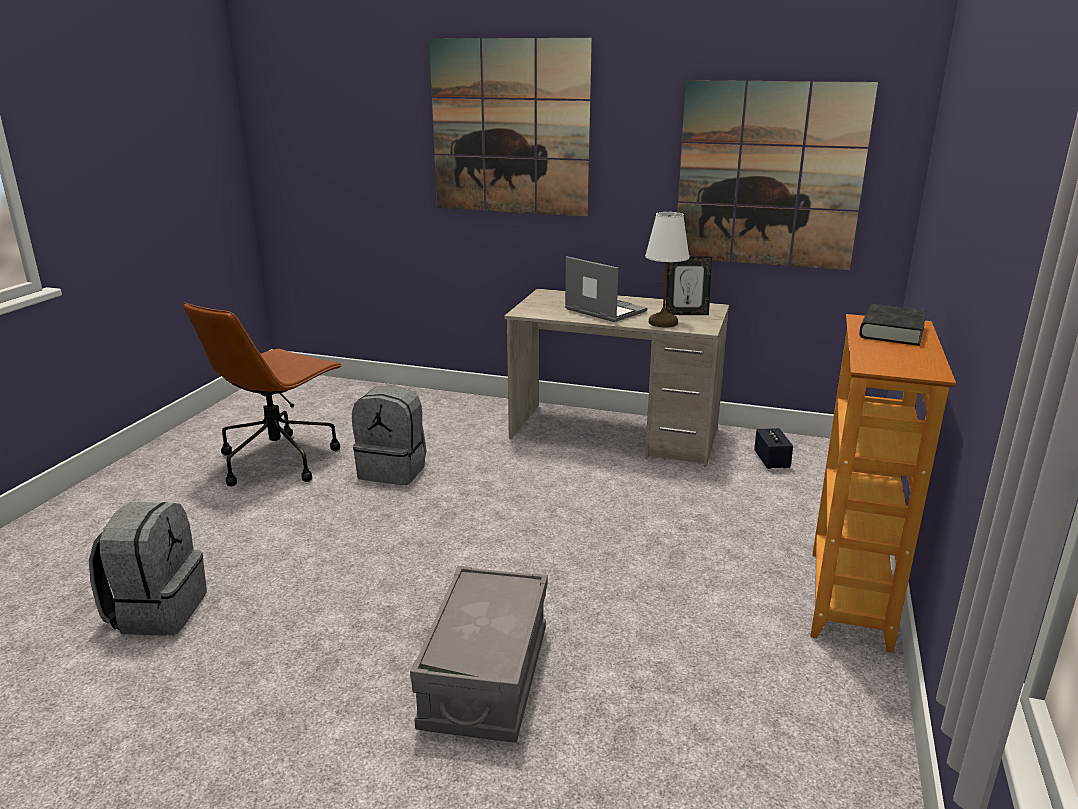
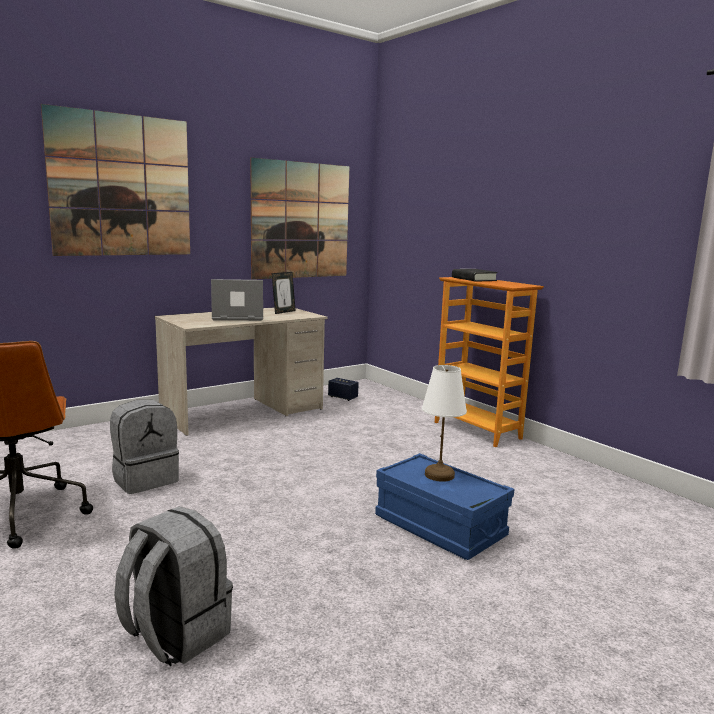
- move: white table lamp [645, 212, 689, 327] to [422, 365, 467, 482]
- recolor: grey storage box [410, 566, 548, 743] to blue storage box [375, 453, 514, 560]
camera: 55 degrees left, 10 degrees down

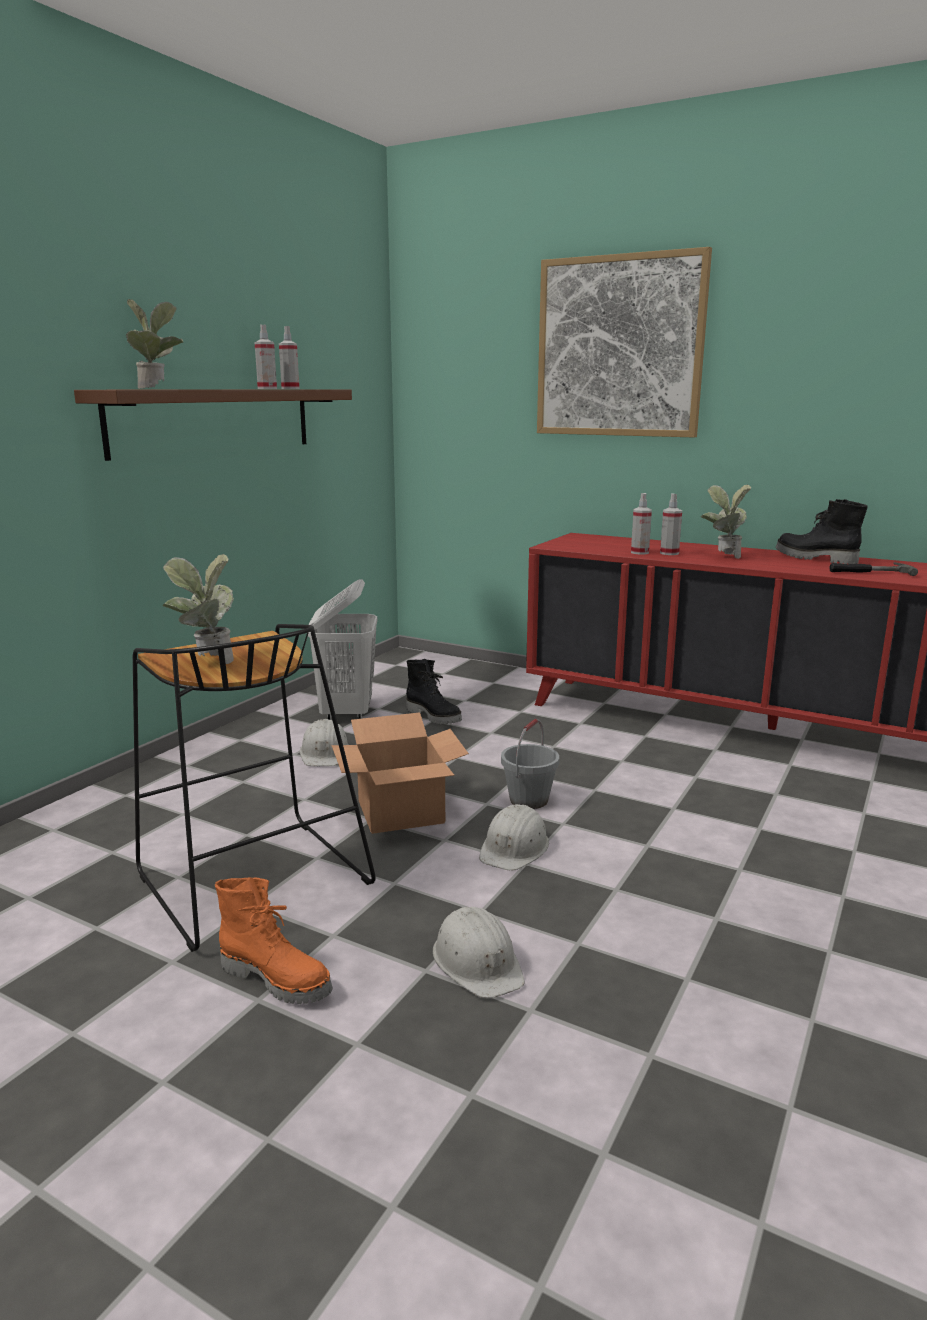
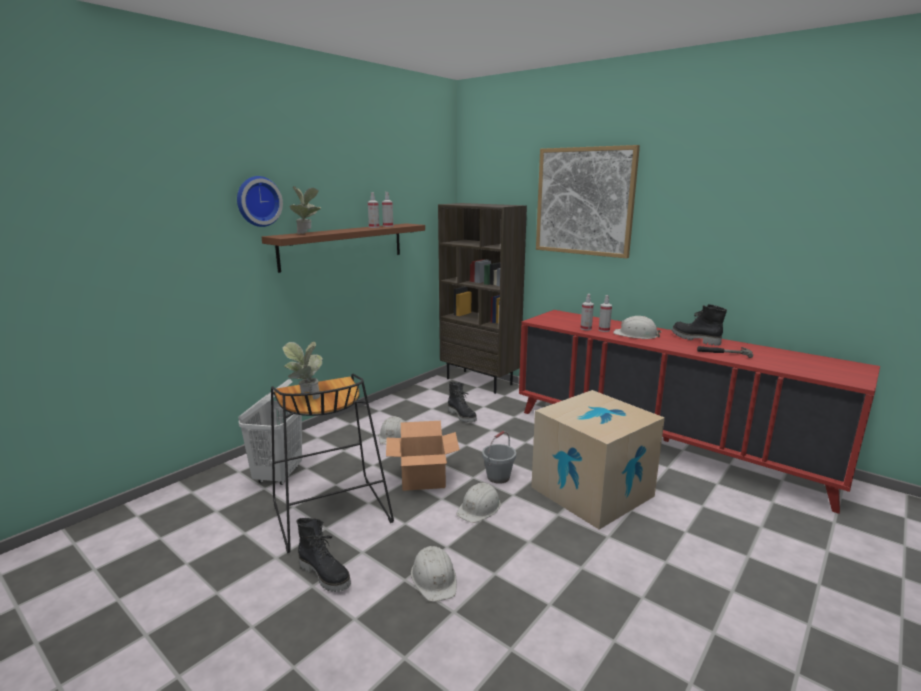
- replace: potted plant [701, 485, 751, 559] to white hard hat [613, 316, 661, 339]
- move: white laundry basket [308, 579, 377, 720] to [238, 379, 302, 485]
- recolor: orange boot [215, 878, 332, 1004] to black boot [296, 518, 351, 592]
- insert: wall clock [237, 176, 283, 227]
- insert: brown bookcase [438, 203, 527, 394]
- insert: cardboard box [531, 390, 665, 530]
camera: 10 degrees right, 0 degrees up

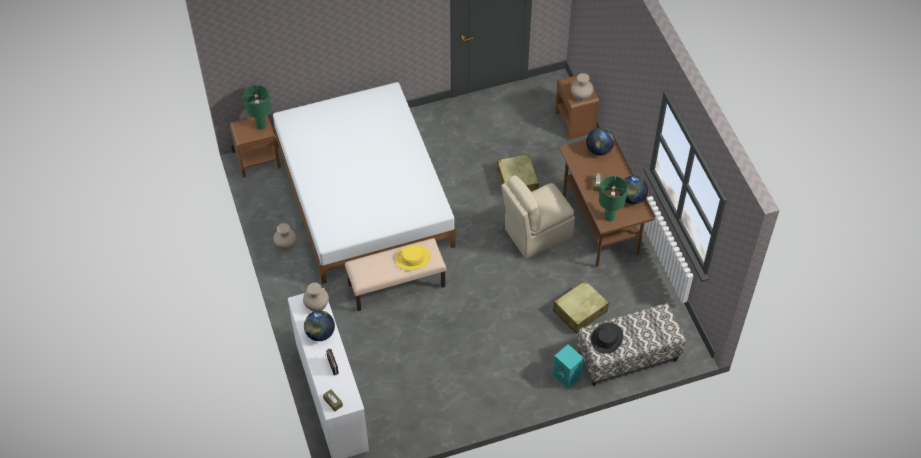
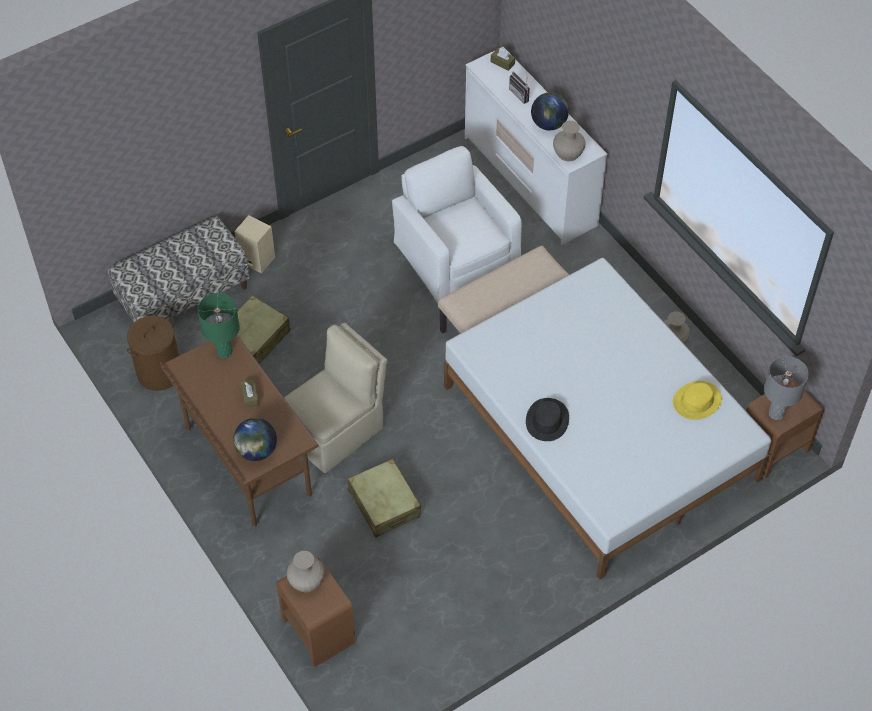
- recolor: green table lamp [243, 85, 271, 130] to grey table lamp [764, 356, 809, 420]
- delete: globe [620, 176, 648, 204]
- move: yellow hat [395, 245, 431, 270] to [673, 381, 722, 420]
- move: black hat [591, 322, 623, 354] to [526, 398, 569, 441]
- recolor: turquoise speaker [552, 344, 584, 389] to beige speaker [234, 215, 275, 273]
- insert: white armchair [392, 146, 522, 303]
- insert: brown laundry basket [127, 316, 179, 391]
camera: 165 degrees right, 0 degrees up

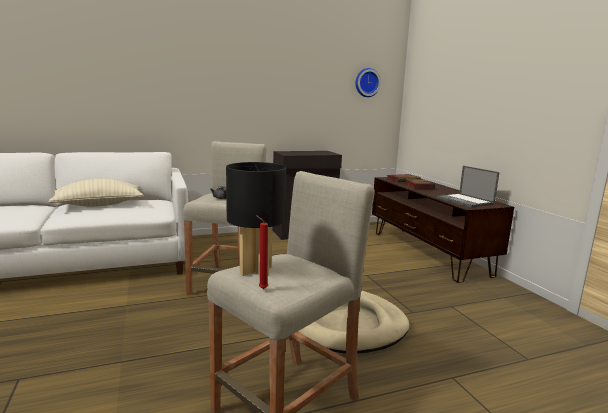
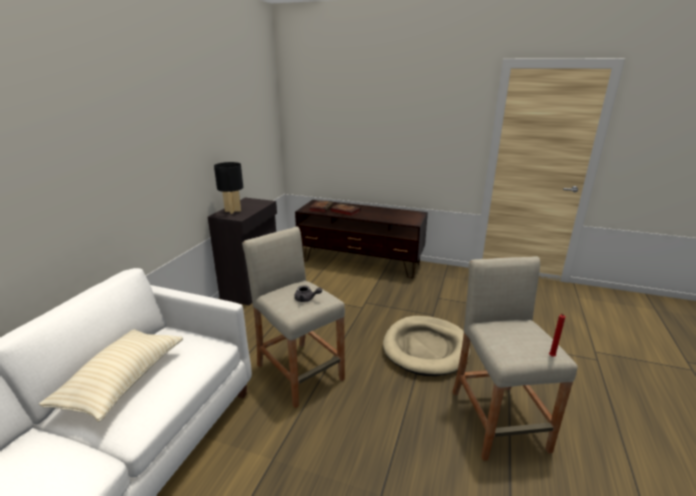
- delete: wall clock [356, 68, 381, 97]
- move: black table lamp [226, 162, 286, 276] to [214, 162, 243, 214]
- delete: laptop [437, 166, 499, 208]
camera: 50 degrees left, 10 degrees up

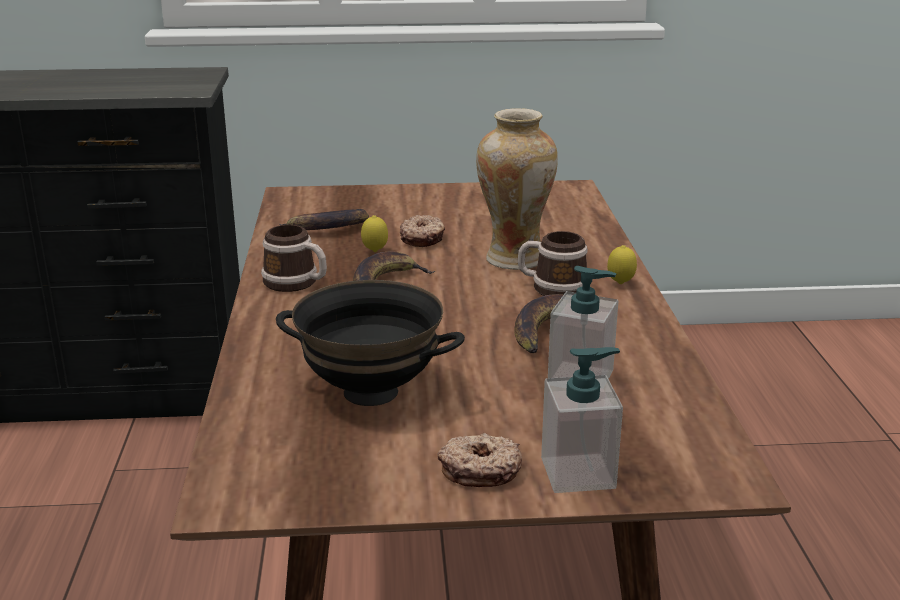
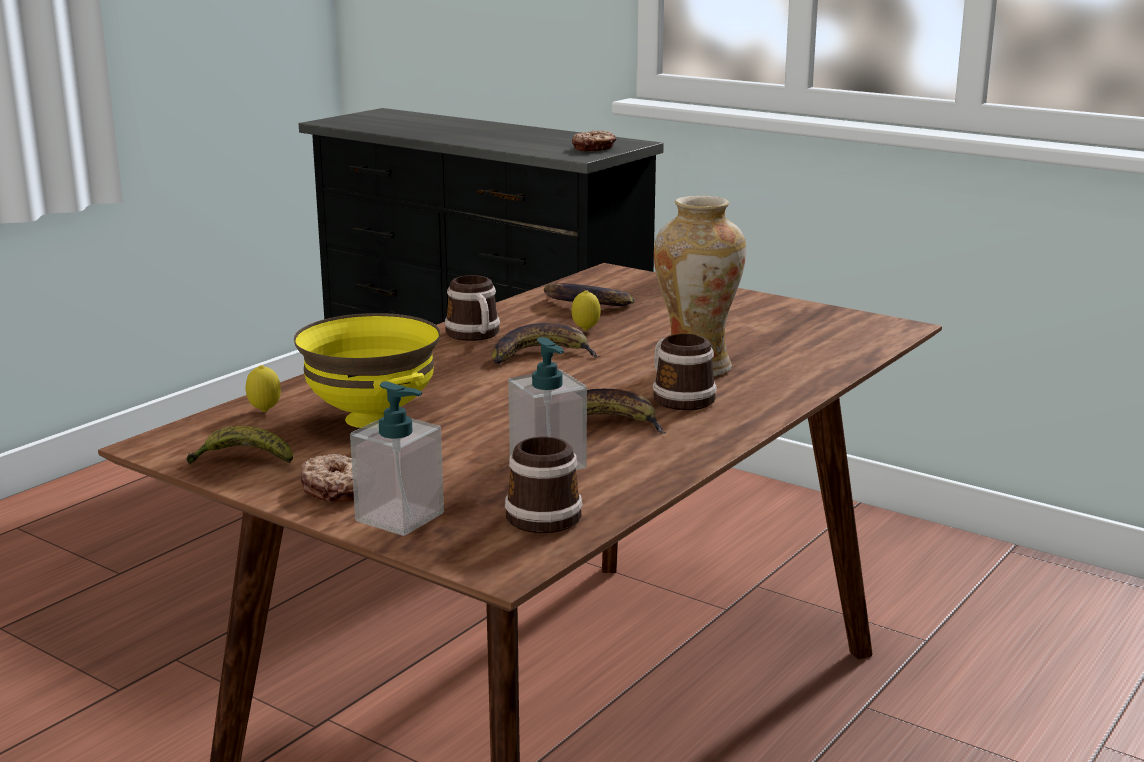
- move: donut [400, 215, 445, 247] to [572, 130, 617, 152]
- move: lemon [607, 245, 637, 284] to [246, 365, 281, 412]
- recolor: black bowl [276, 280, 465, 406] to yellow bowl [294, 313, 440, 428]
- insert: banana [186, 426, 293, 464]
- insert: mug [505, 437, 583, 533]
camera: 40 degrees right, 5 degrees down

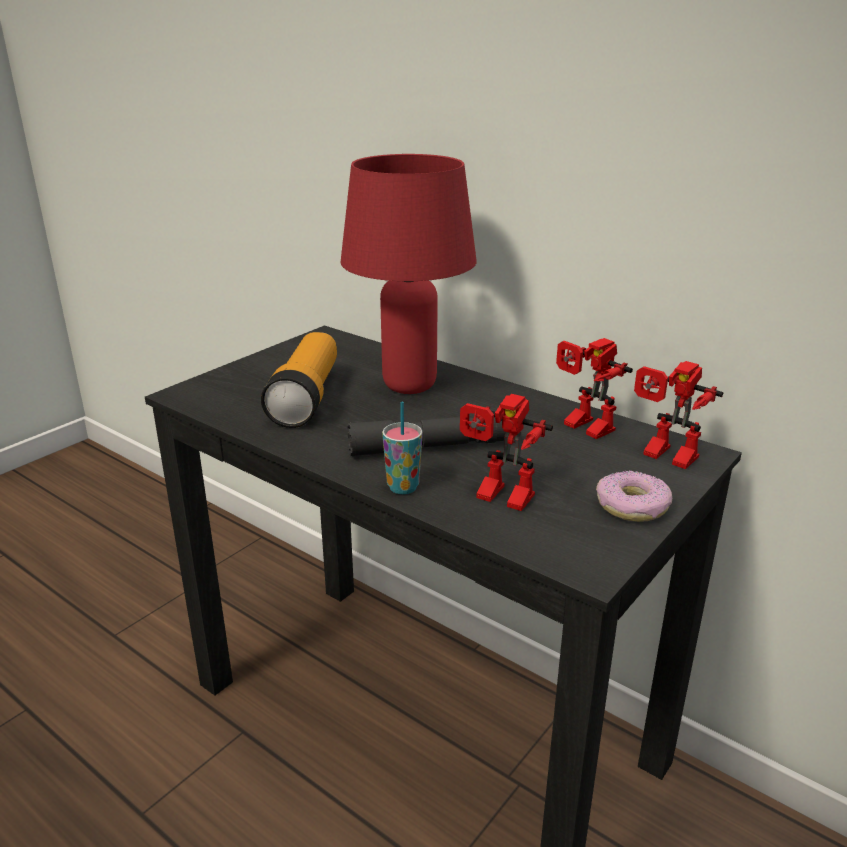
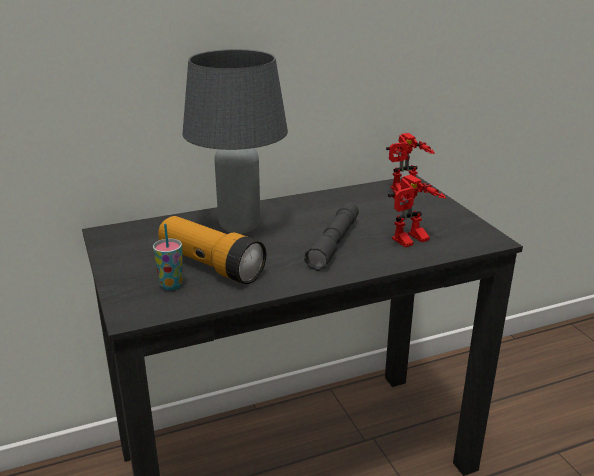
- recolor: red table lamp [340, 154, 477, 394] to grey table lamp [182, 49, 288, 234]
- delete: toy robot [556, 338, 633, 439]
- move: cup [382, 402, 423, 494] to [153, 224, 183, 290]
- delete: donut [596, 470, 672, 522]
camera: 60 degrees left, 0 degrees up

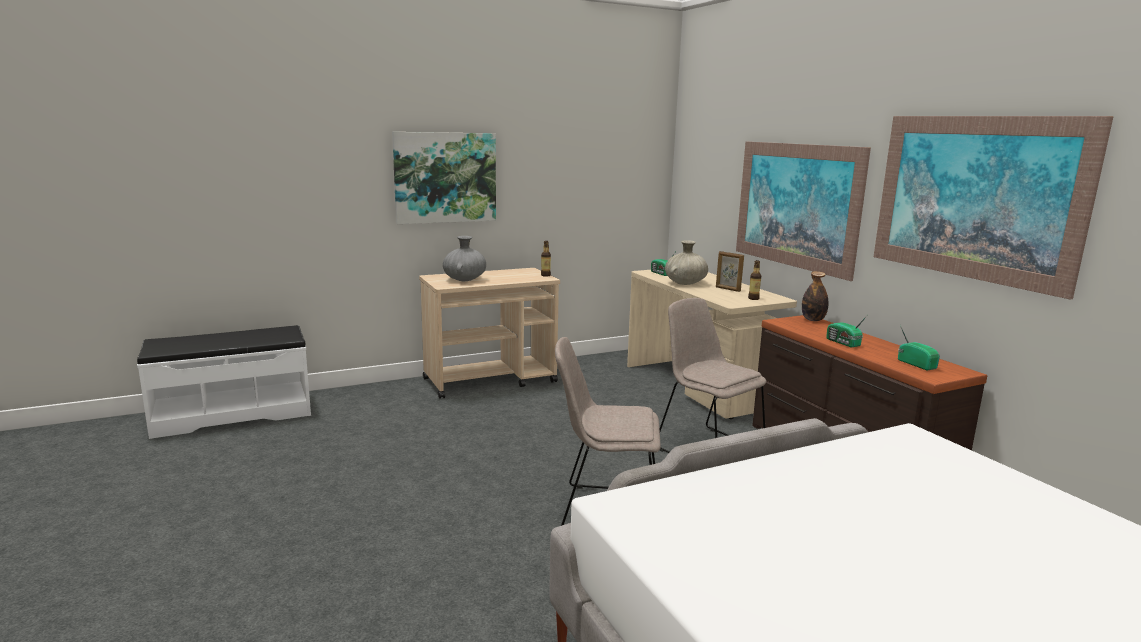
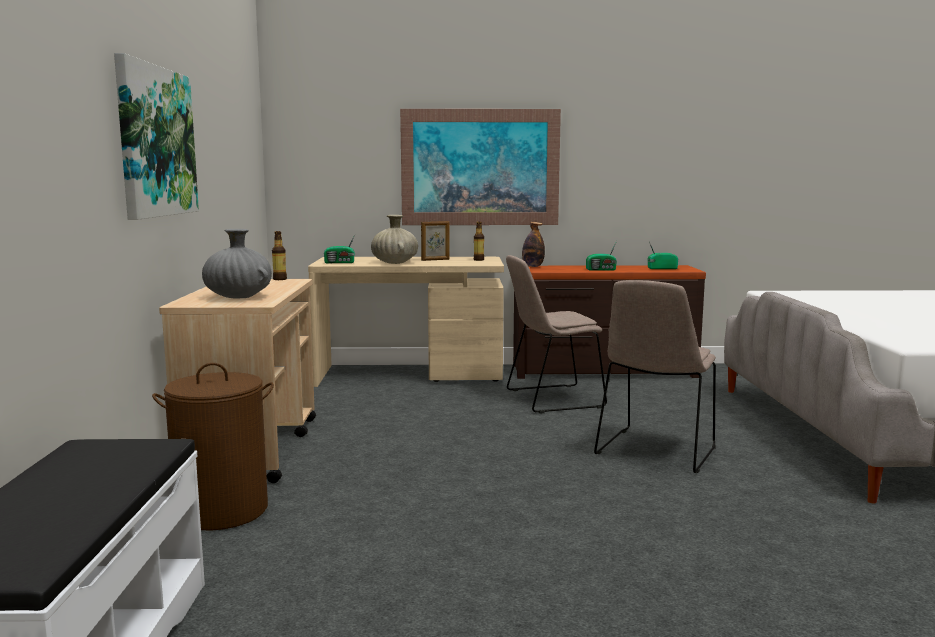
- delete: picture [874, 116, 1113, 299]
- insert: brown laundry basket [152, 363, 274, 530]
camera: 65 degrees left, 5 degrees down

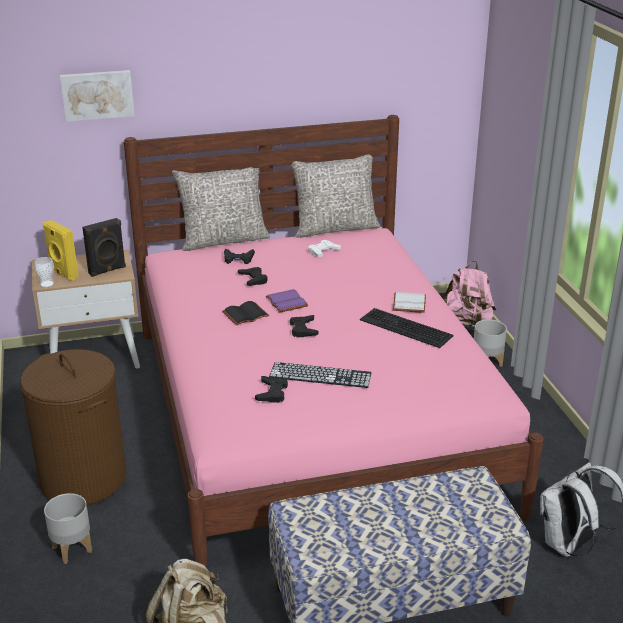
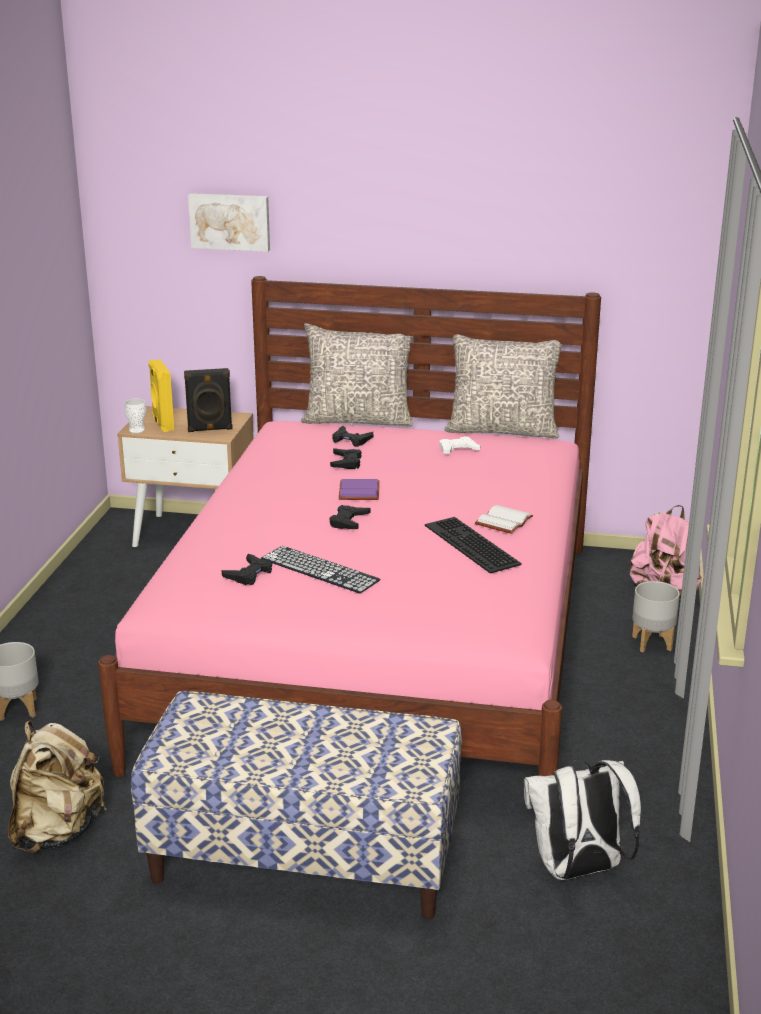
- delete: black book [222, 301, 269, 326]
- delete: brown laundry basket [20, 349, 127, 505]
camera: 25 degrees right, 5 degrees down

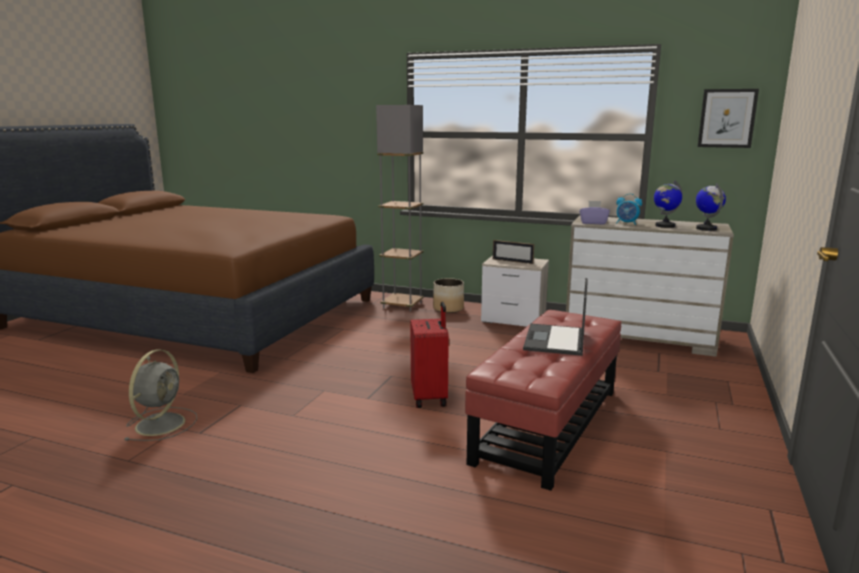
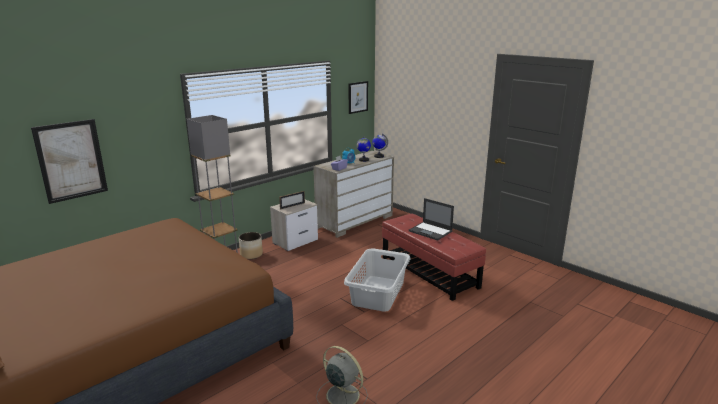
- replace: red suitcase [410, 302, 449, 408] to grey laundry basket [344, 248, 410, 312]
- insert: picture [31, 119, 108, 204]
camera: 65 degrees left, 5 degrees up

